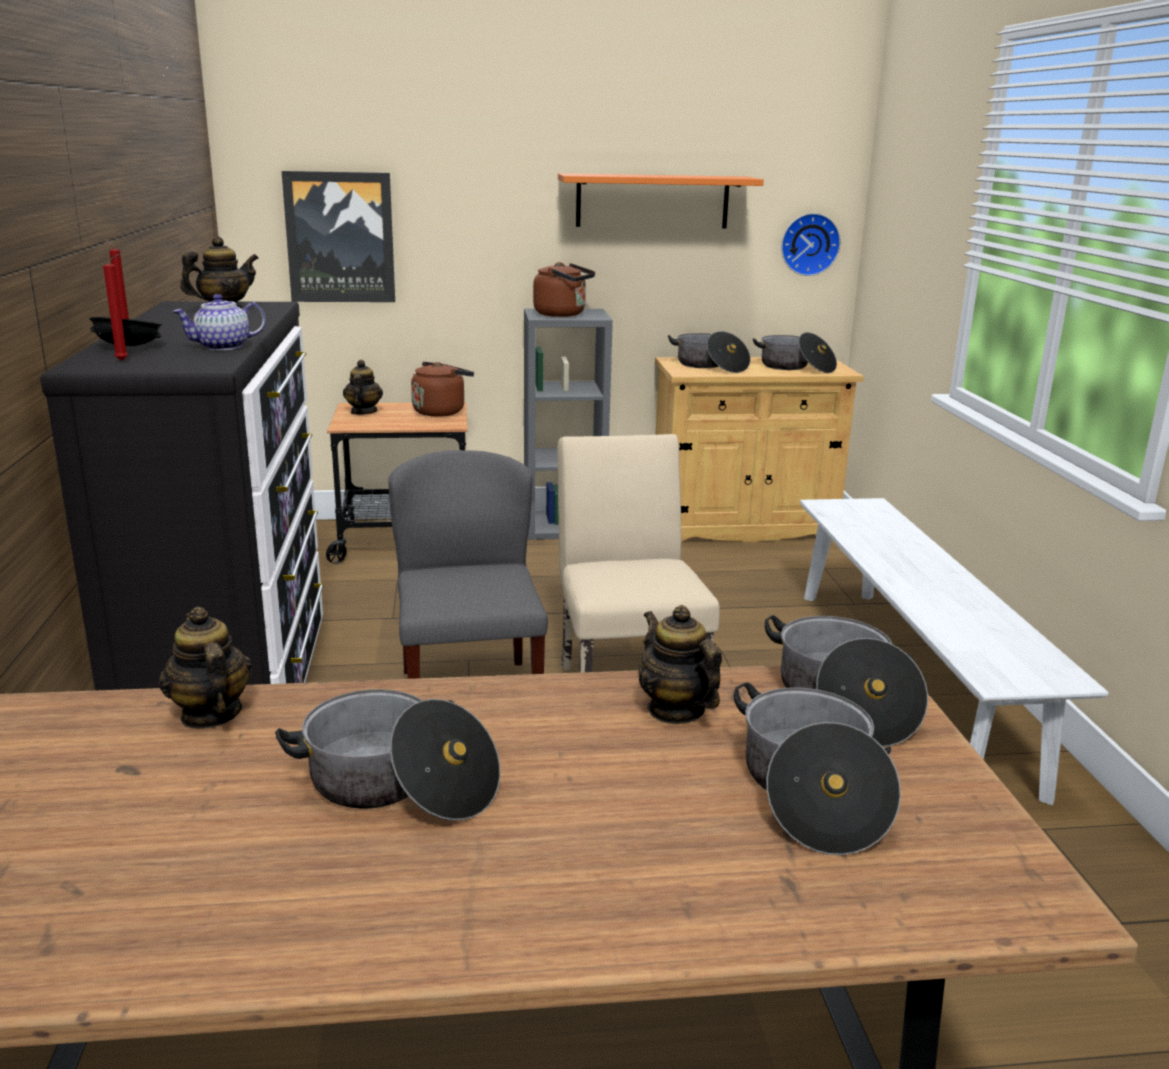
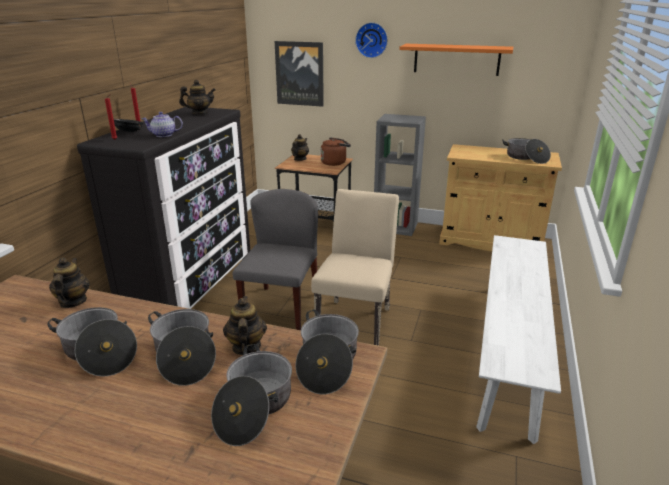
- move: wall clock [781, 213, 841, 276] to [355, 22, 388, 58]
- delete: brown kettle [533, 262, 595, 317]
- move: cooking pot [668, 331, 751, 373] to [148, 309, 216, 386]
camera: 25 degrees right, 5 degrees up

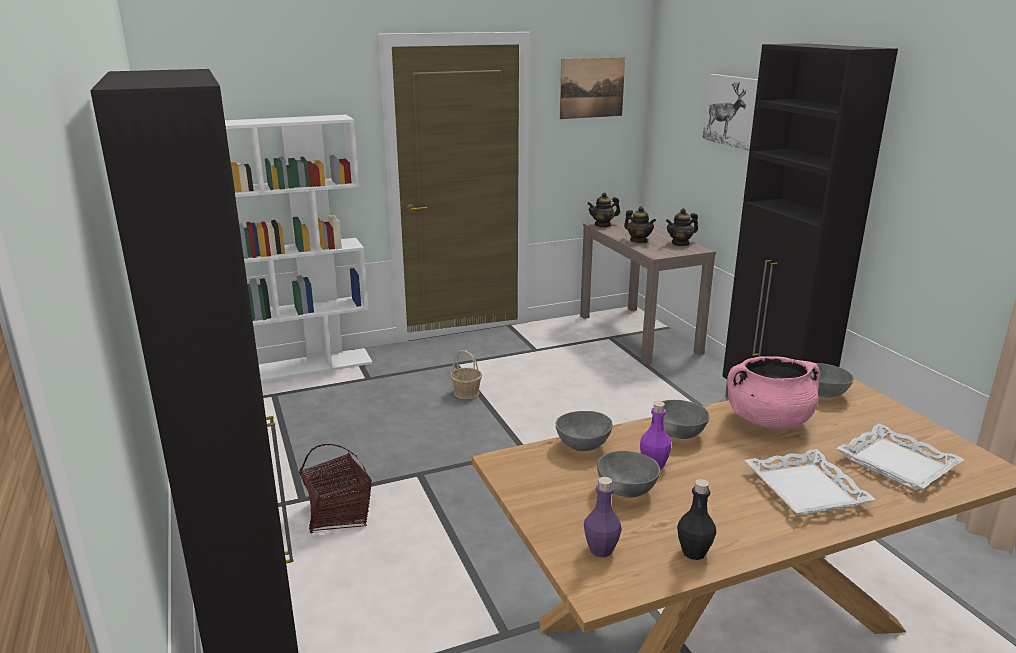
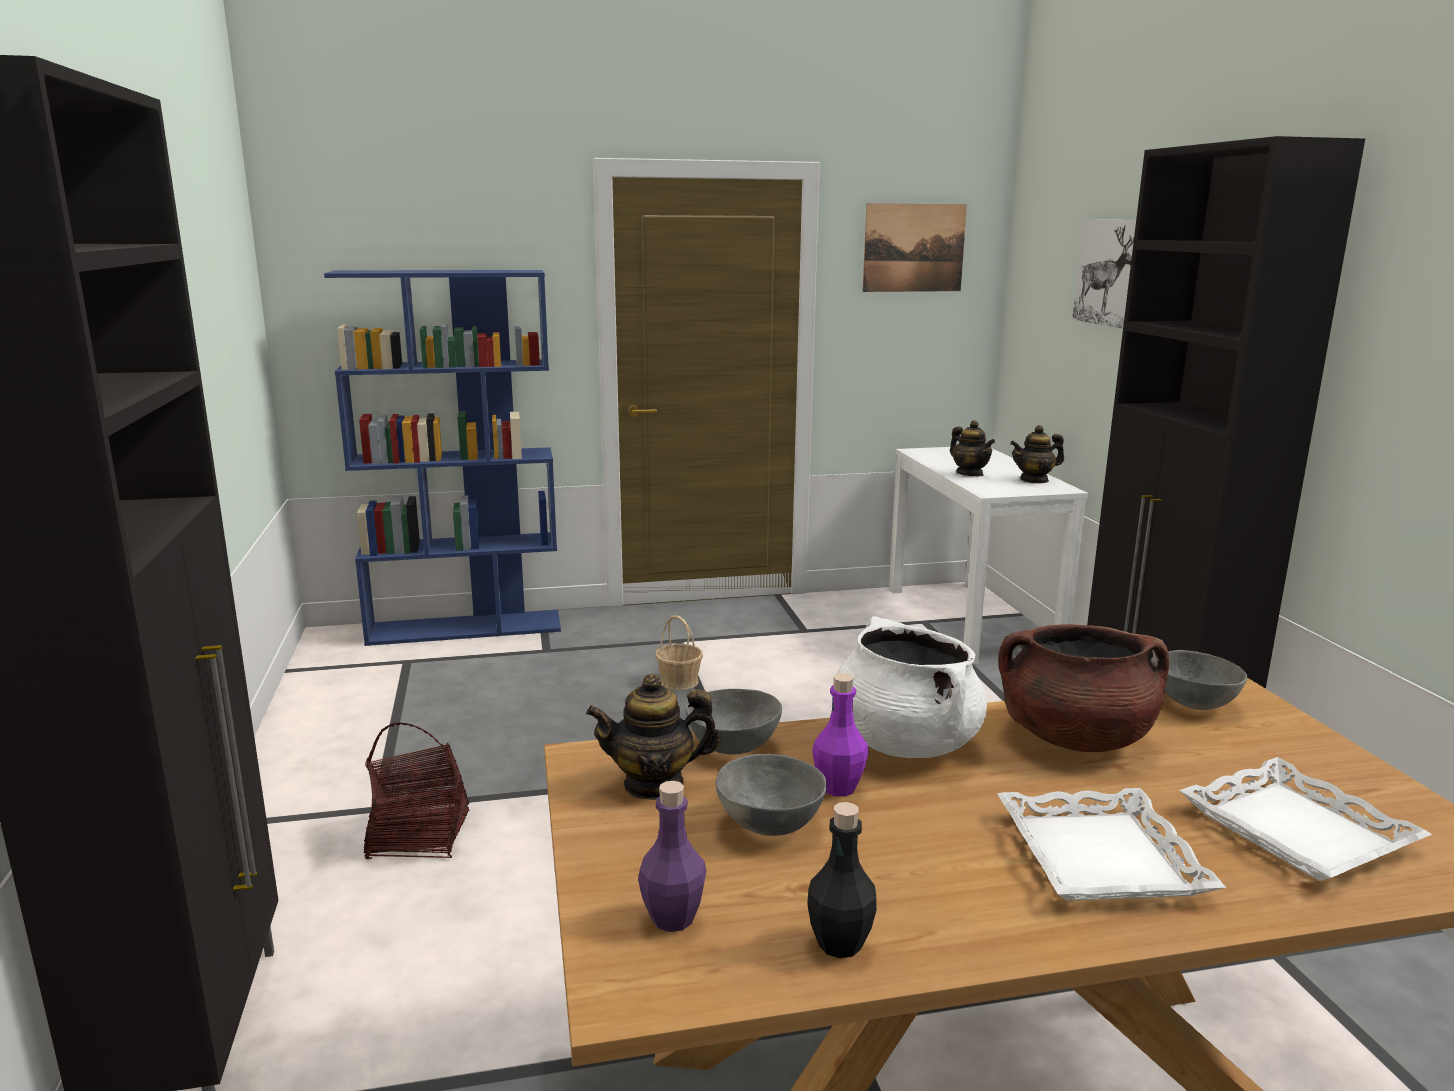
- recolor: white bookcase [225, 115, 373, 382] to blue bookcase [324, 270, 561, 646]
- move: teapot [587, 192, 620, 227] to [586, 674, 720, 800]
- recolor: brown console table [580, 219, 716, 365] to white console table [889, 447, 1088, 664]
- recolor: pink cooking pot [727, 356, 820, 430] to brown cooking pot [998, 624, 1169, 752]
- replace: grey bowl [661, 400, 710, 439] to white cooking pot [833, 616, 987, 758]
camera: 10 degrees right, 5 degrees down

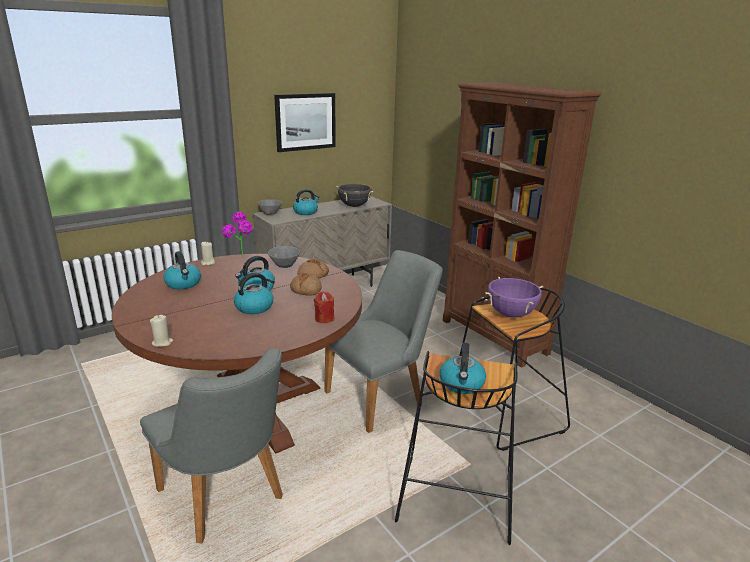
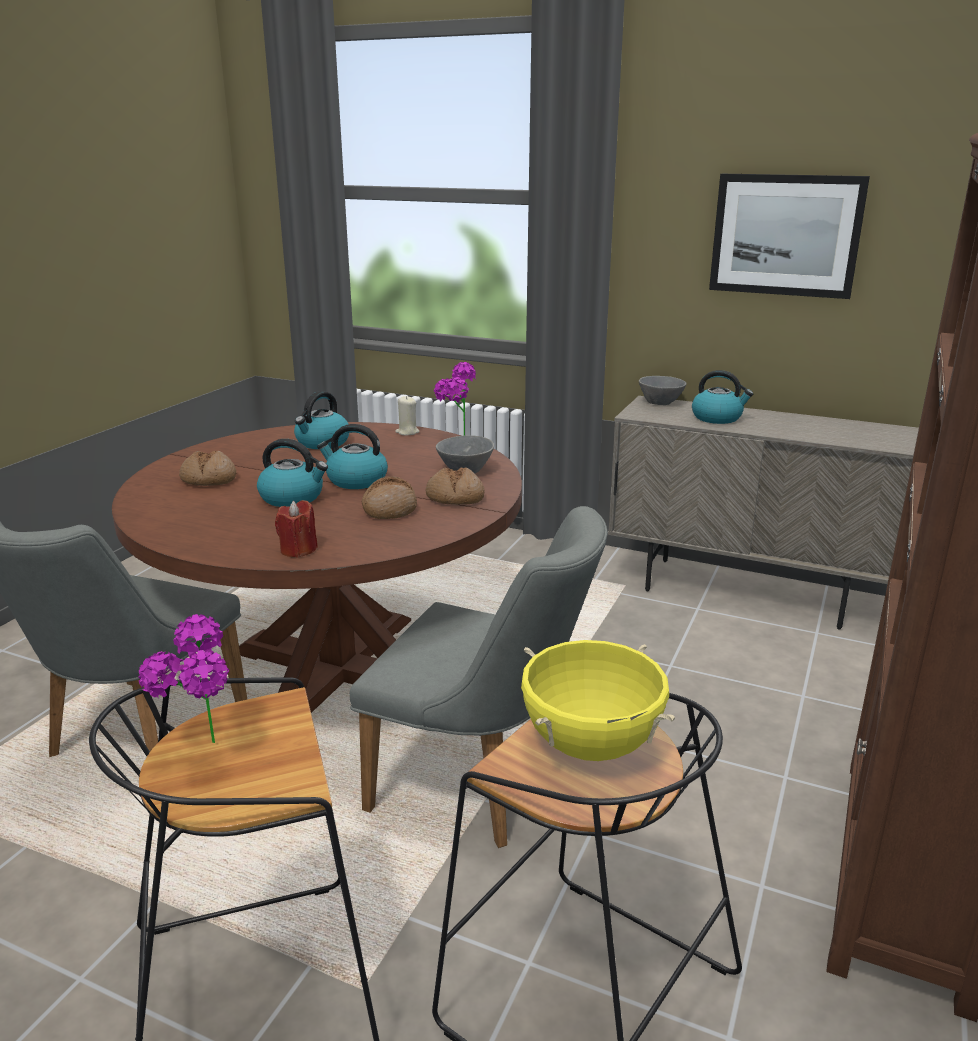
- delete: black cooking pot [336, 184, 373, 207]
- recolor: purple cooking pot [485, 277, 543, 318] to yellow cooking pot [521, 640, 675, 761]
- delete: beige candle [150, 315, 173, 347]
- replace: kettle [440, 343, 486, 394] to potted plant [139, 614, 229, 743]
- insert: bread [179, 451, 236, 486]
camera: 60 degrees right, 0 degrees up

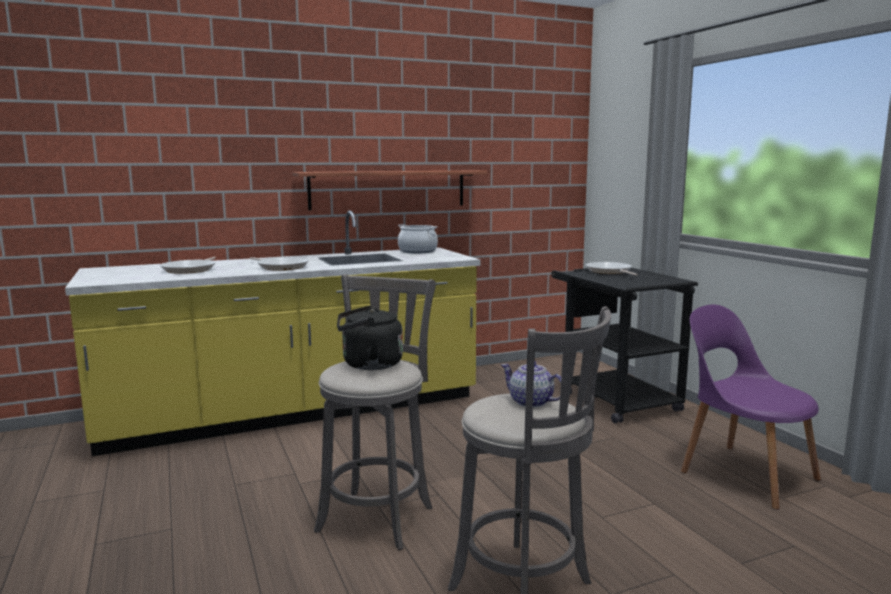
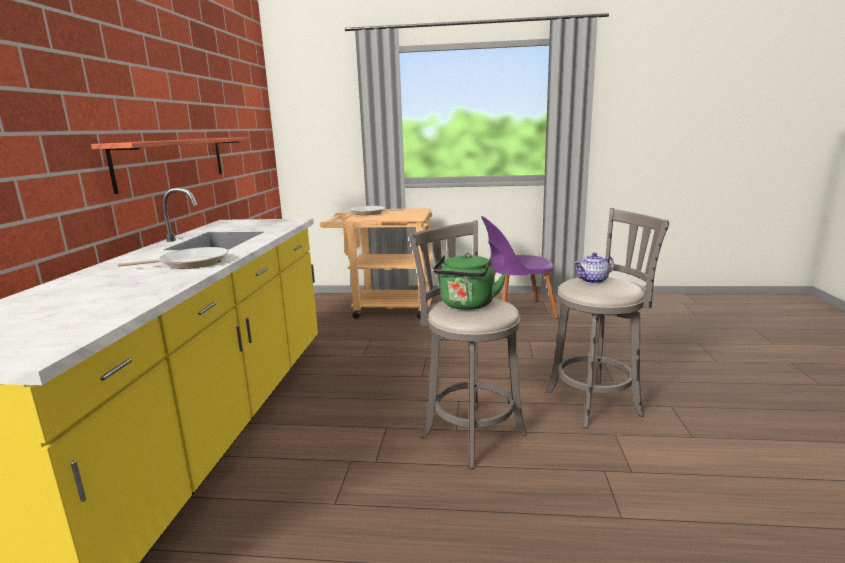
- delete: cooking pot [398, 224, 438, 254]
- delete: frying pan [160, 257, 216, 274]
- recolor: black cart [551, 268, 698, 423] to beige cart [320, 208, 433, 319]
- recolor: black kettle [337, 306, 403, 370] to green kettle [433, 253, 506, 310]
camera: 60 degrees left, 5 degrees up

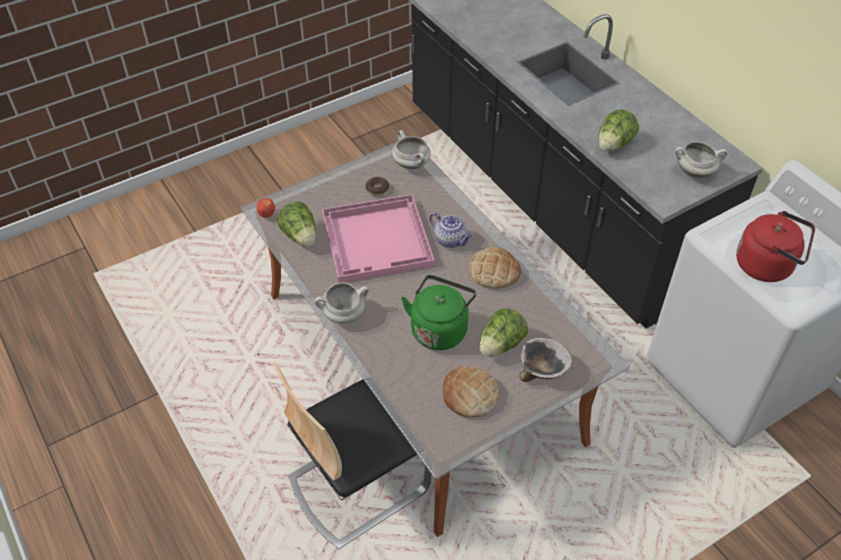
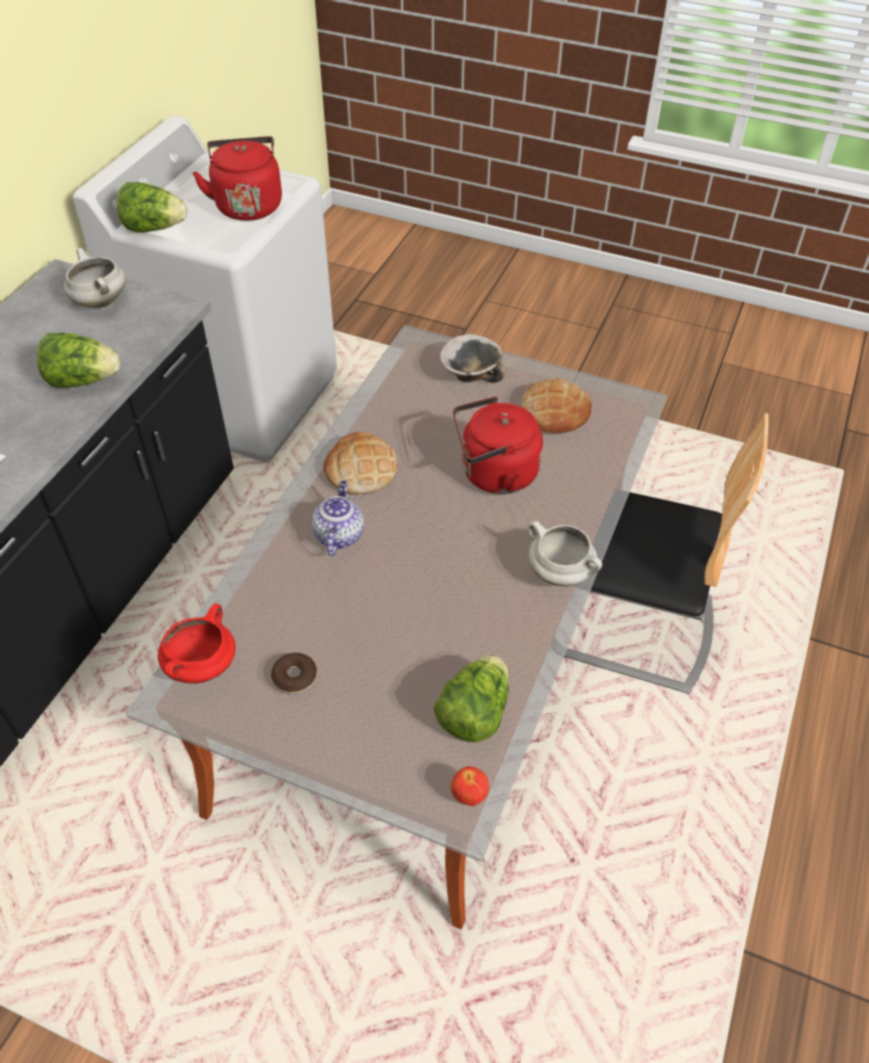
- recolor: white cooking pot [392, 130, 431, 169] to red cooking pot [158, 603, 236, 684]
- delete: pink tray [322, 194, 434, 283]
- recolor: green kettle [401, 275, 476, 350] to red kettle [453, 396, 543, 494]
- move: lettuce [479, 308, 528, 357] to [117, 182, 187, 232]
camera: 125 degrees left, 0 degrees up

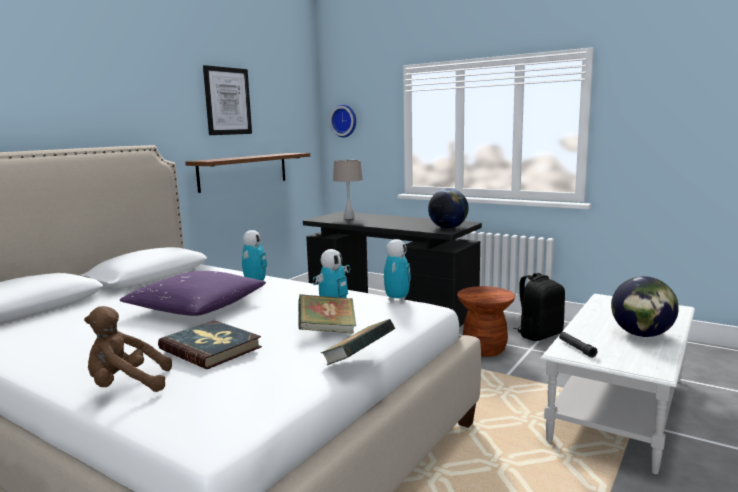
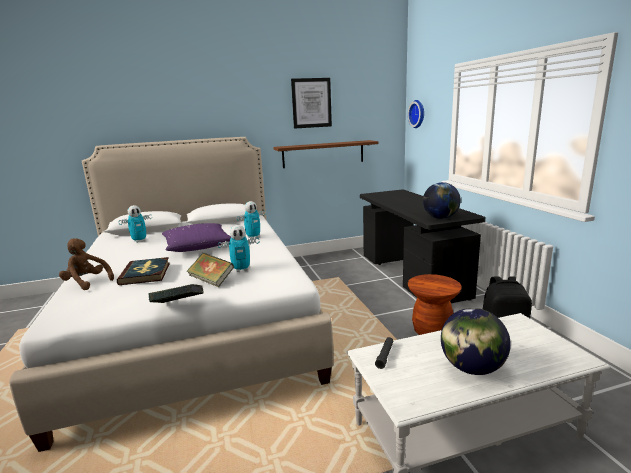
- delete: beige table lamp [333, 159, 363, 219]
- move: toy robot [384, 239, 411, 302] to [119, 205, 152, 243]
camera: 40 degrees right, 5 degrees up

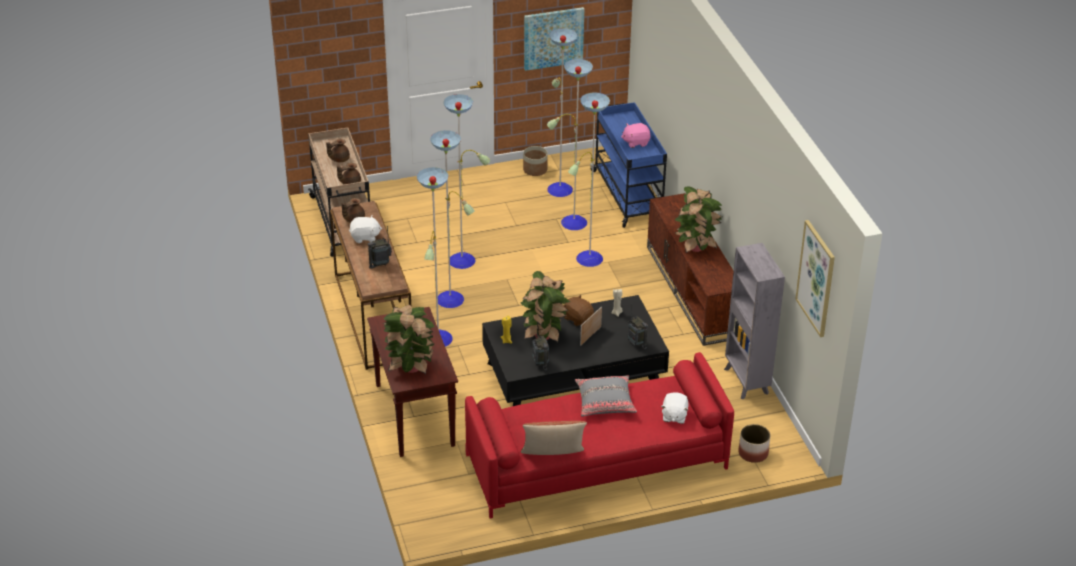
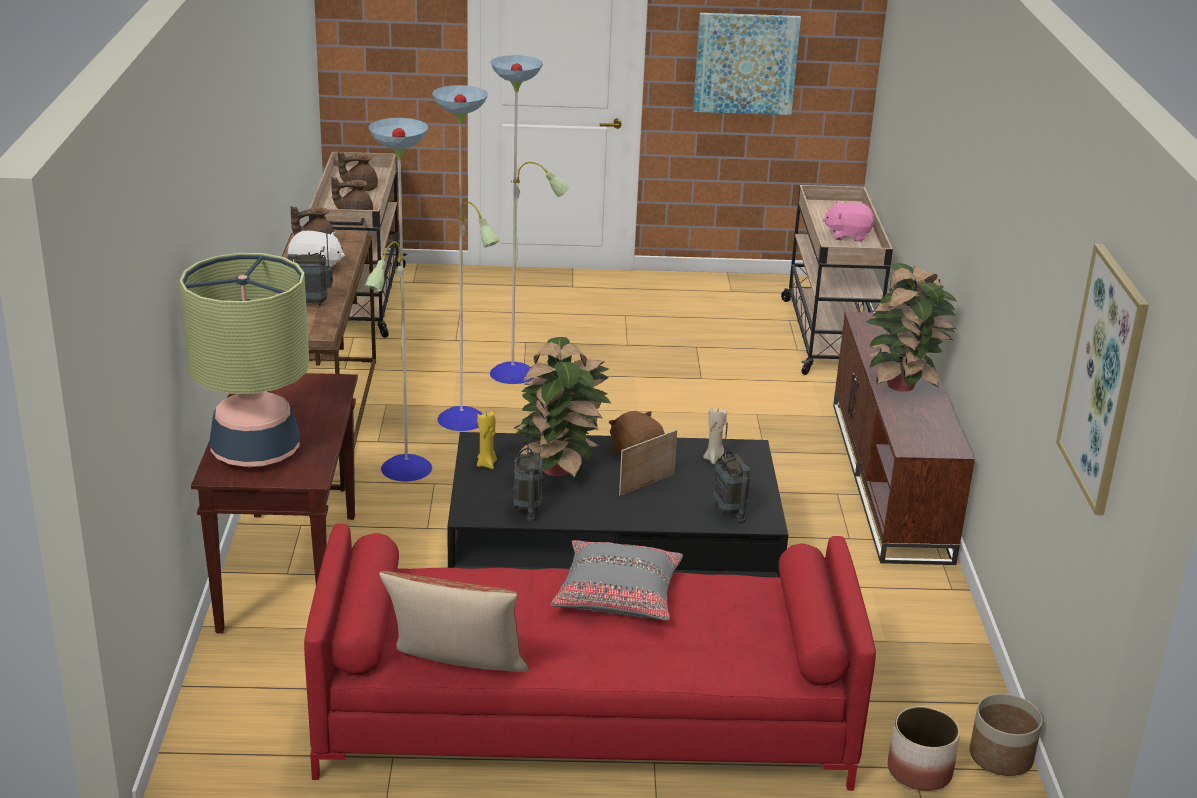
- delete: floor lamp [547, 28, 610, 267]
- recolor: blue cart [590, 102, 667, 228] to beige cart [781, 185, 893, 375]
- move: planter [523, 146, 548, 176] to [969, 694, 1043, 776]
- delete: grey bookcase [724, 243, 785, 400]
- replace: potted plant [383, 305, 435, 374] to table lamp [180, 253, 309, 467]
- delete: white plush toy [661, 392, 689, 424]
camera: 15 degrees right, 10 degrees down

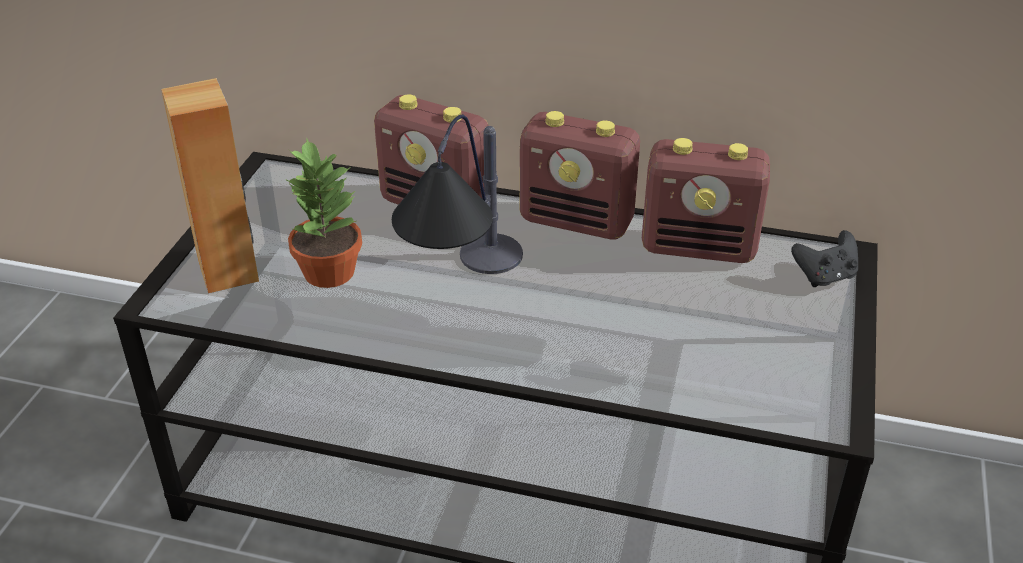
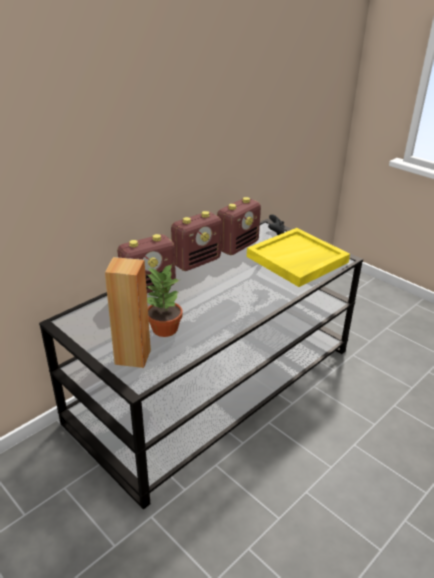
- delete: table lamp [392, 115, 523, 274]
- insert: yellow tray [247, 228, 350, 287]
camera: 60 degrees left, 5 degrees down

